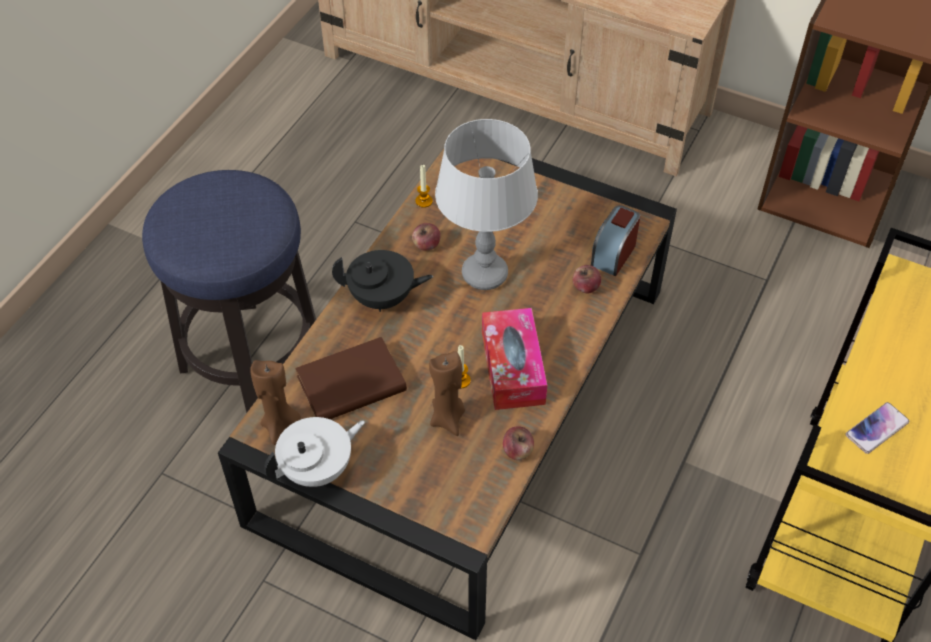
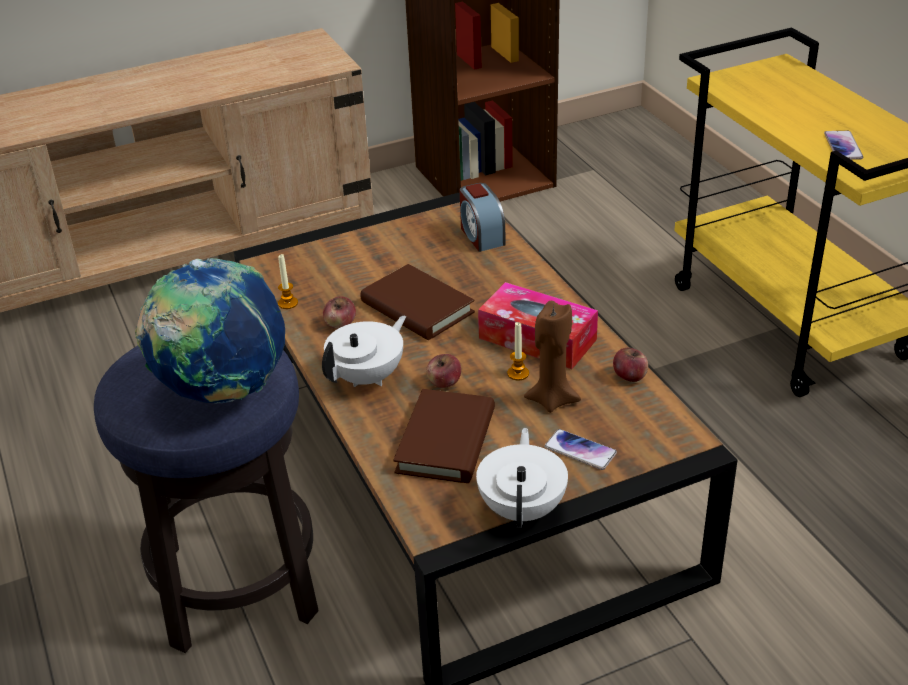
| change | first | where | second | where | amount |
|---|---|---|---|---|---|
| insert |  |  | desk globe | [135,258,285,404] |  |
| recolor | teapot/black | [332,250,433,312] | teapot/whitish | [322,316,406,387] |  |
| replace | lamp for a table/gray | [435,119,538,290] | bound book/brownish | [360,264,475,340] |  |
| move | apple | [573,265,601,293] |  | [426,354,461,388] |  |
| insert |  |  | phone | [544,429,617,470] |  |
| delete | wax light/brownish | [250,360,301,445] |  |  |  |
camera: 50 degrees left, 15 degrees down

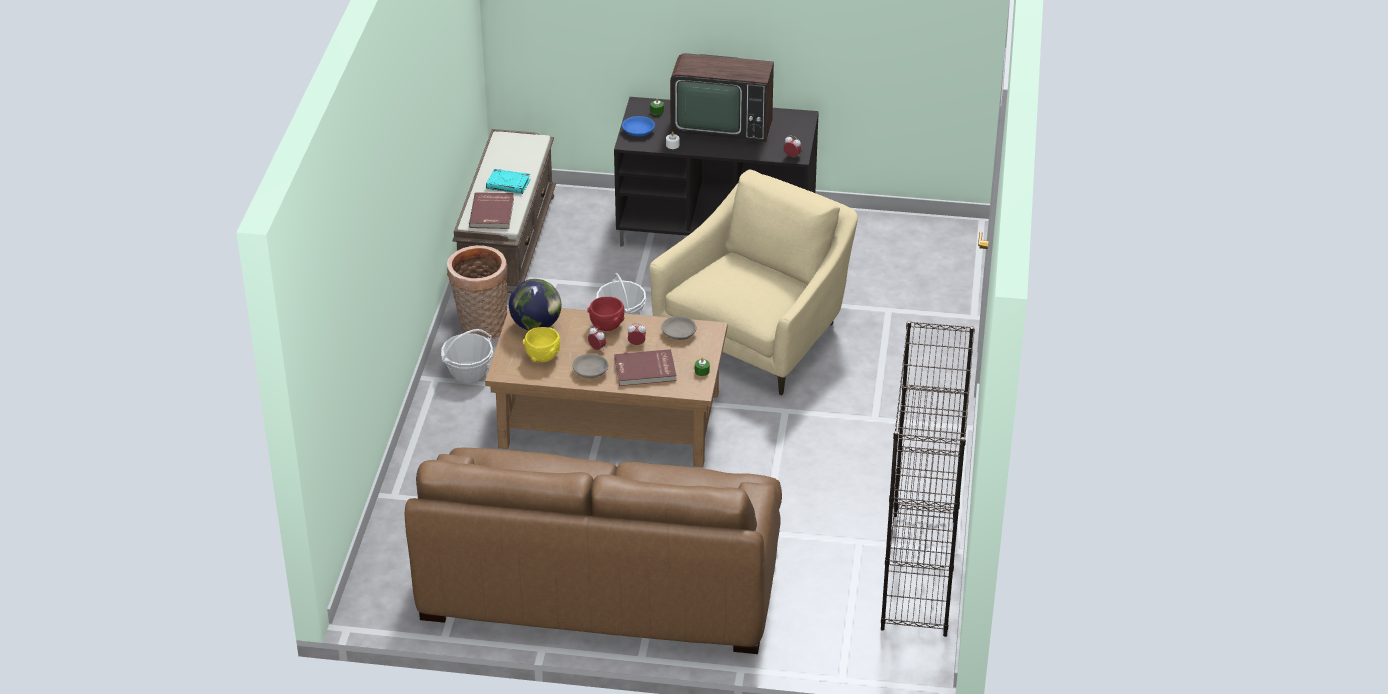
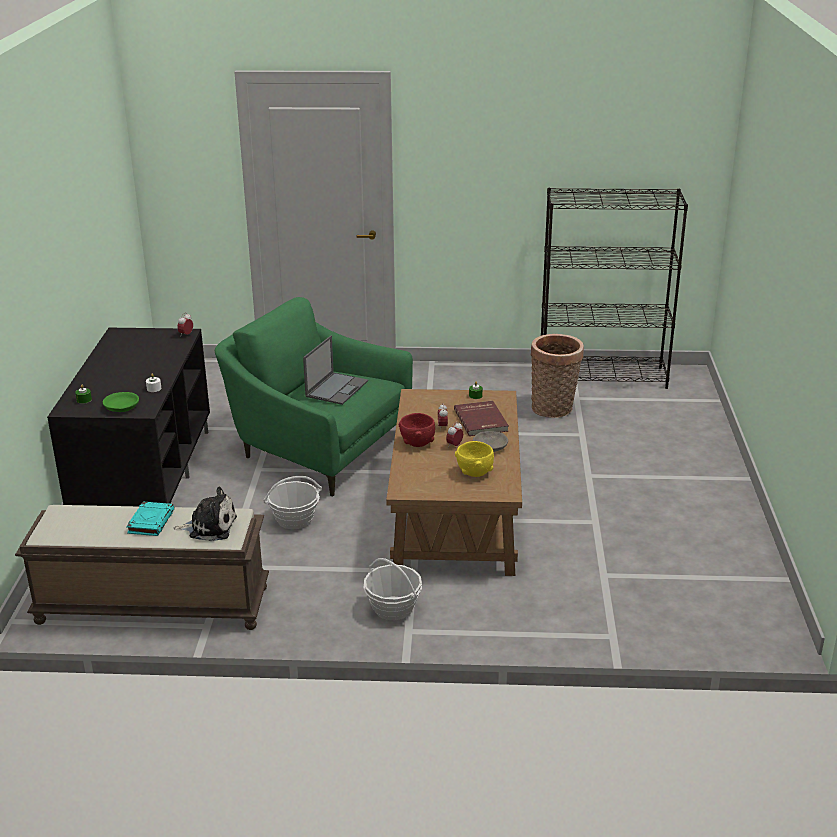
| change | first | where | second | where | amount |
|---|---|---|---|---|---|
| recolor | deep dish/bluish | [622,116,655,136] | deep dish/green | [103,392,139,412] |  |
| replace | bound book/reddish | [469,192,514,229] | cuddly toy | [173,487,237,541] |  |
| recolor | armchair/sand-coloured | [649,169,858,396] | armchair/green | [215,297,413,496] |  |
| insert |  |  | notebook computer | [303,336,368,405] |  |
| move | storage basket | [447,245,508,340] |  | [531,334,584,418] |  |
| delete | couch/brownish | [404,448,782,654] |  |  |  |
| delete | desk globe | [509,279,561,331] |  |  |  |
| delete | deep dish/gray | [661,316,697,340] |  |  |  |
| delete | television | [670,53,774,142] |  |  |  |
camera: 95 degrees left, 10 degrees down

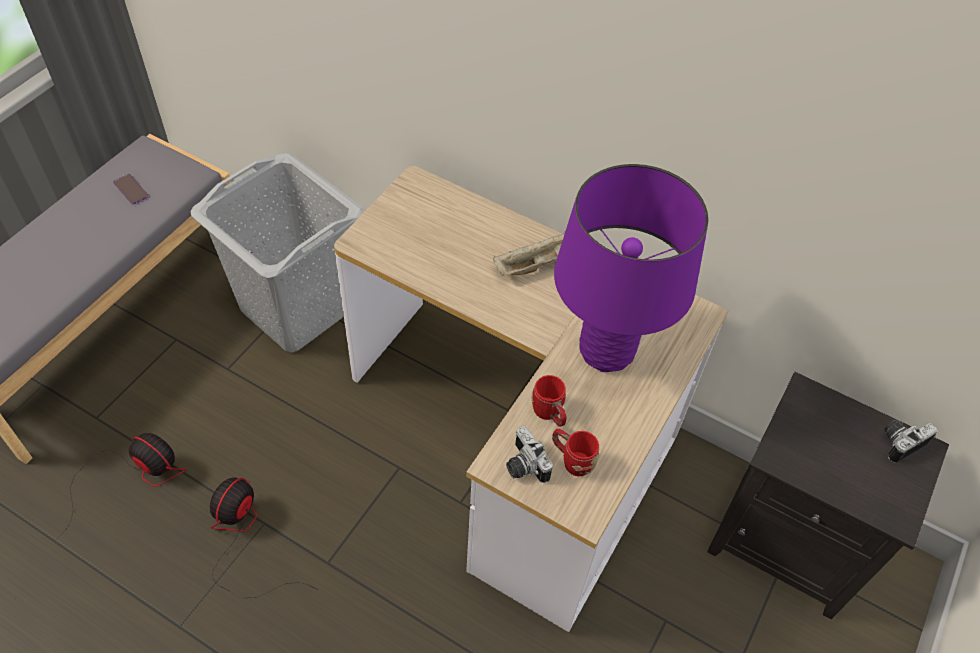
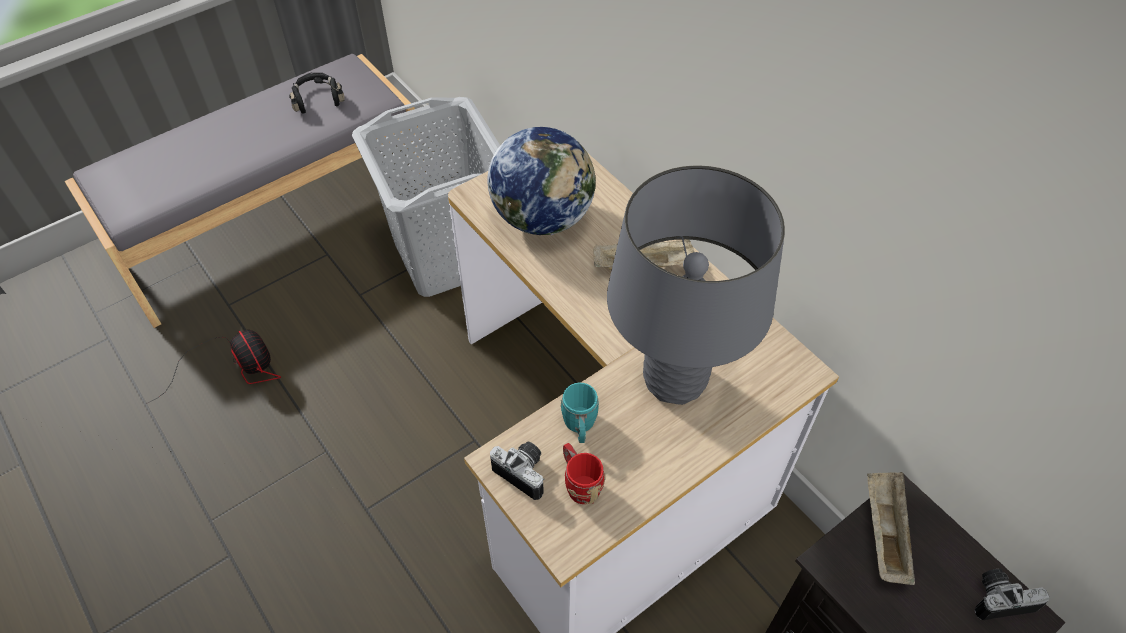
| change | first | where | second | where | amount |
|---|---|---|---|---|---|
| replace | phone | [113,174,149,204] | headset/black | [289,73,345,113] |  |
| insert |  |  | desk globe | [488,127,596,235] |  |
| rotate | photo camera | [506,426,553,483] |  | [490,442,544,500] | 135 degrees clockwise |
| recolor | coffee mug/reddish | [531,375,567,427] | coffee mug/blue-green | [560,382,599,443] |  |
| recolor | lamp for a table/purplish | [554,164,709,372] | lamp for a table/gray | [607,166,785,405] |  |
| insert |  |  | carrying tray/sand-coloured | [867,472,915,585] |  |
| delete | fan | [210,477,318,598] |  |  |  |
camera: 25 degrees right, 0 degrees up

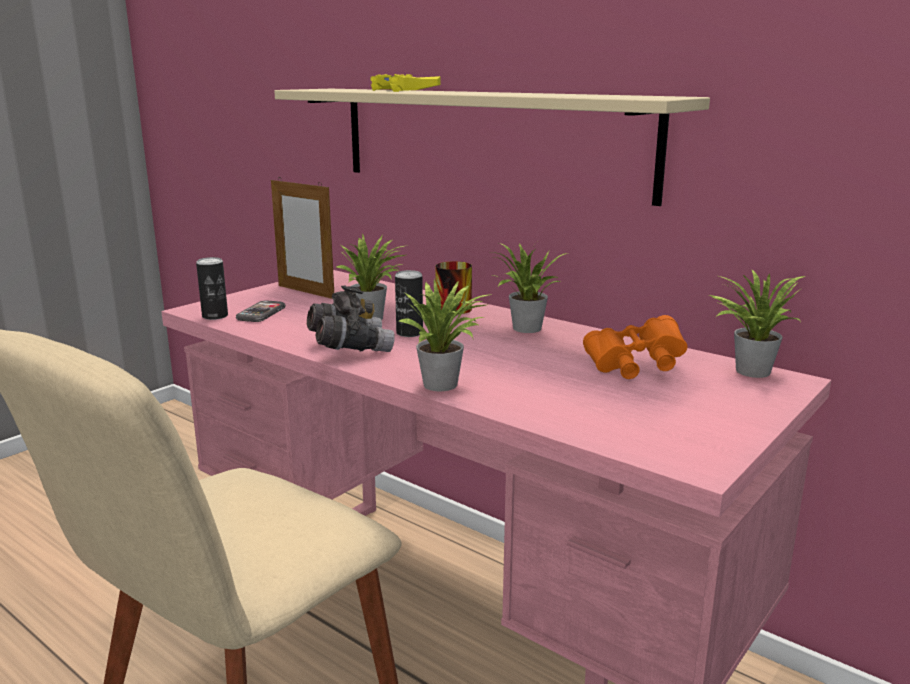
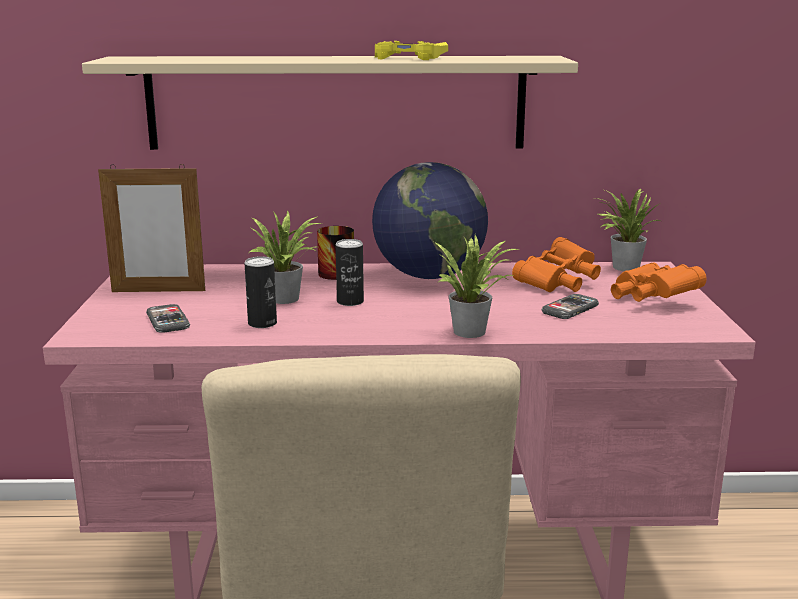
| change | first | where | second | where | amount |
|---|---|---|---|---|---|
| move | sealed can | [196,257,228,320] |  | [245,256,277,328] |  |
| replace | plant in a pot | [491,242,567,333] | desk globe | [372,162,488,279] |  |
| move | gamepad/yellow-coloured | [371,74,440,92] |  | [375,41,448,60] |  |
| insert |  |  | phone | [541,294,599,319] |  |
| insert |  |  | binoculars/orangey | [611,262,707,302] |  |
| delete | binoculars/gray | [307,286,395,352] |  |  |  |
camera: 40 degrees left, 0 degrees up

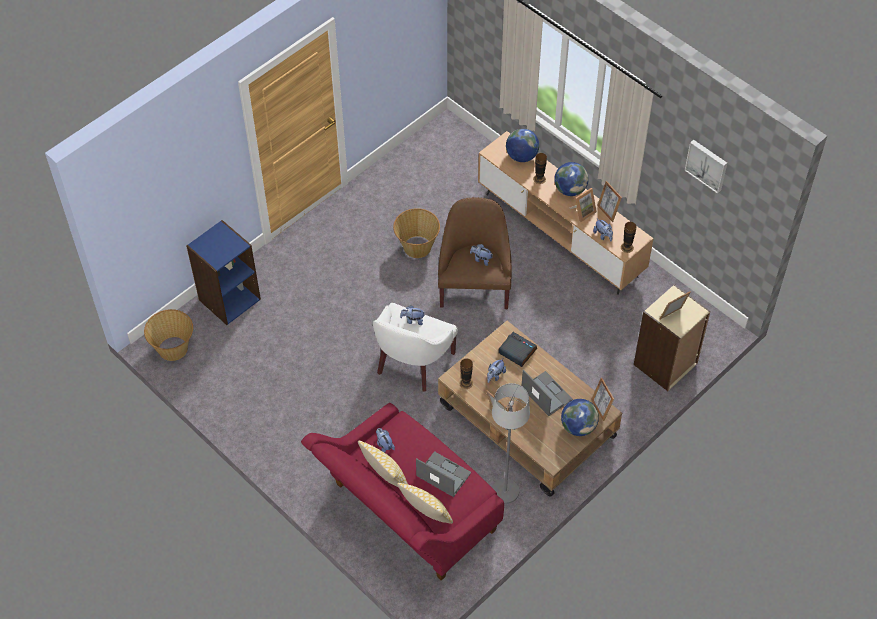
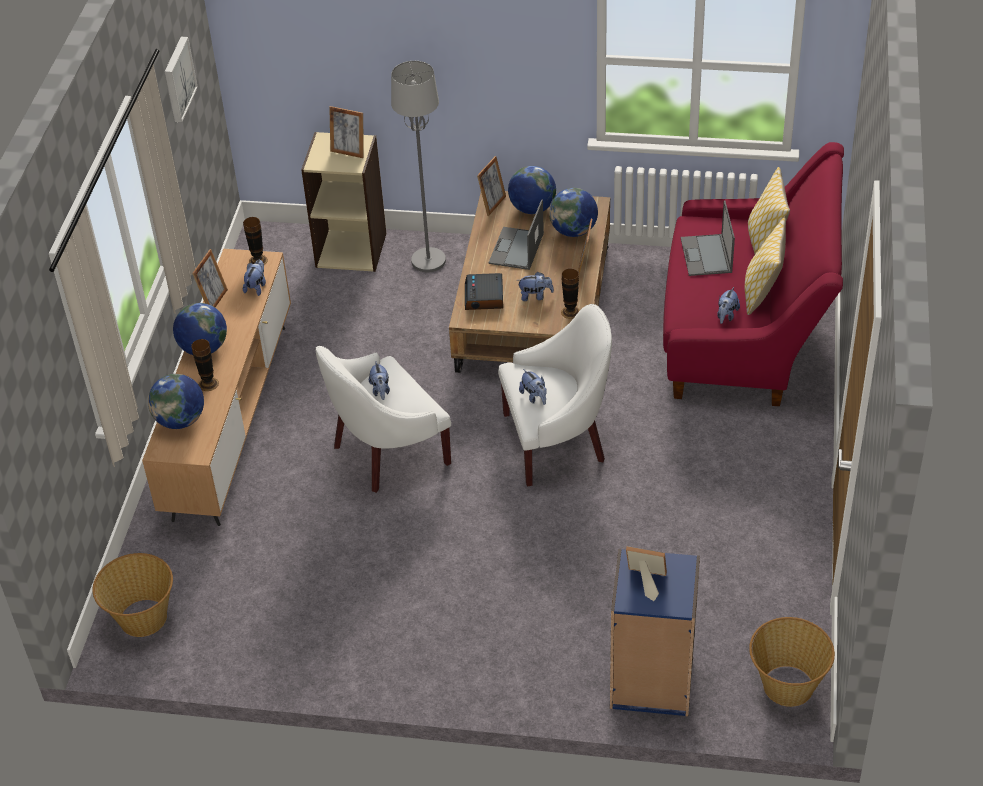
| change | first | where | second | where | amount |
|---|---|---|---|---|---|
| move | storage basket | [393,208,440,258] |  | [93,553,173,637] |  |
| recolor | armchair/brownish | [438,197,512,309] | armchair/whitish | [316,346,451,493] |  |
| move | standard lamp/gray | [492,383,530,504] |  | [391,61,446,272] |  |
| insert |  |  | desk globe | [549,188,598,237] |  |
| move | photo frame | [569,188,597,222] |  | [626,546,667,601] |  |
camera: 125 degrees left, 10 degrees down

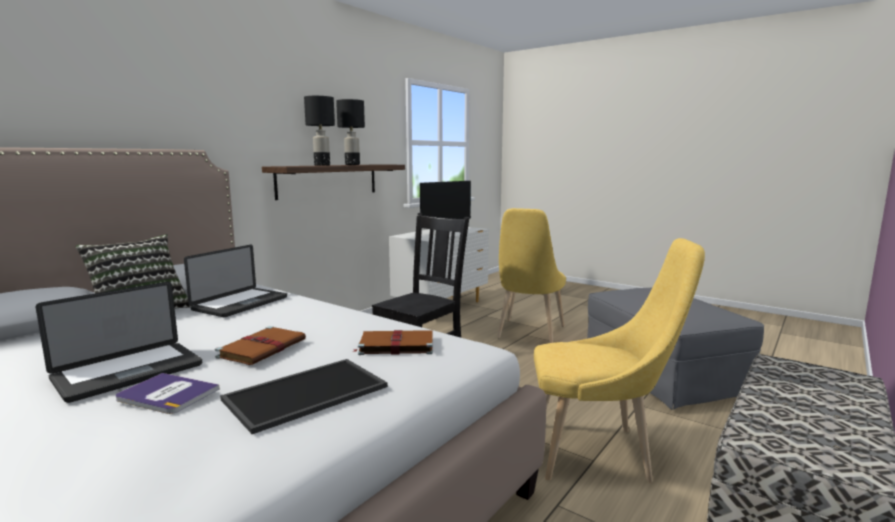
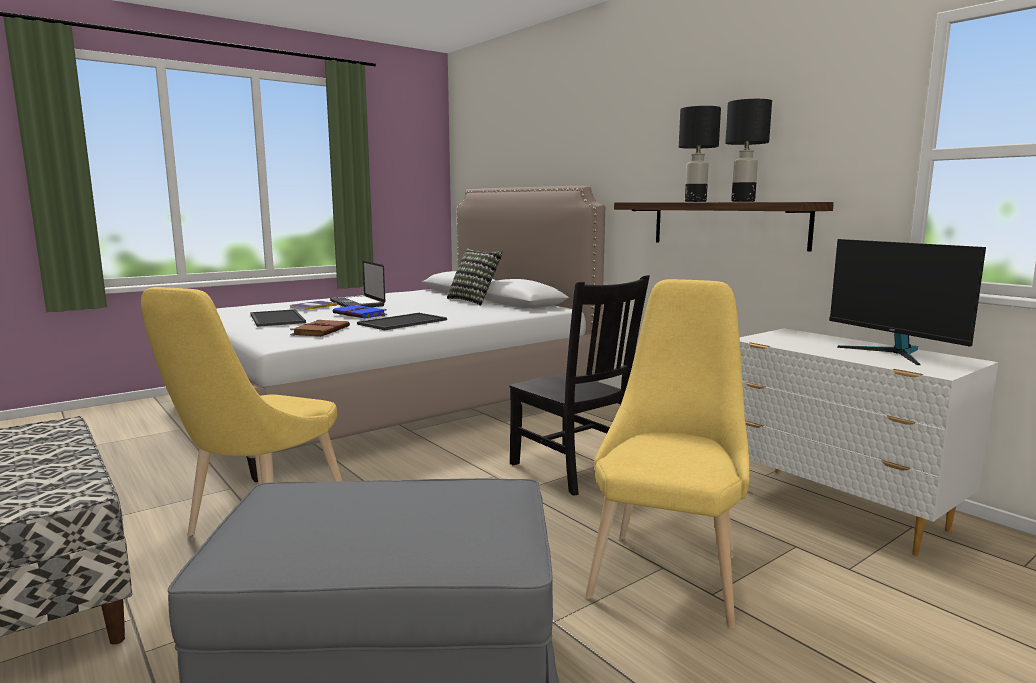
| change | first | where | second | where | amount |
|---|---|---|---|---|---|
| recolor | bound book/brownish | [215,326,306,365] | bound book/bluish | [333,305,387,318] |  |
| insert |  |  | carrying tray | [357,313,447,330] |  |
| rotate | chair/yellow-coloured | [497,208,566,343] |  | [585,279,750,628] | 75 degrees clockwise |
| delete | notebook computer | [184,245,287,317] |  |  |  |
camera: 105 degrees right, 0 degrees up

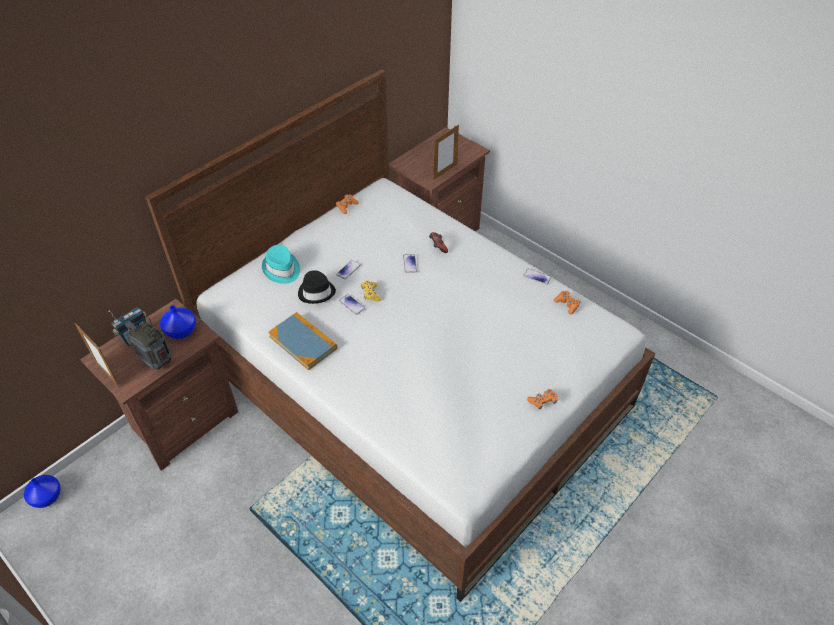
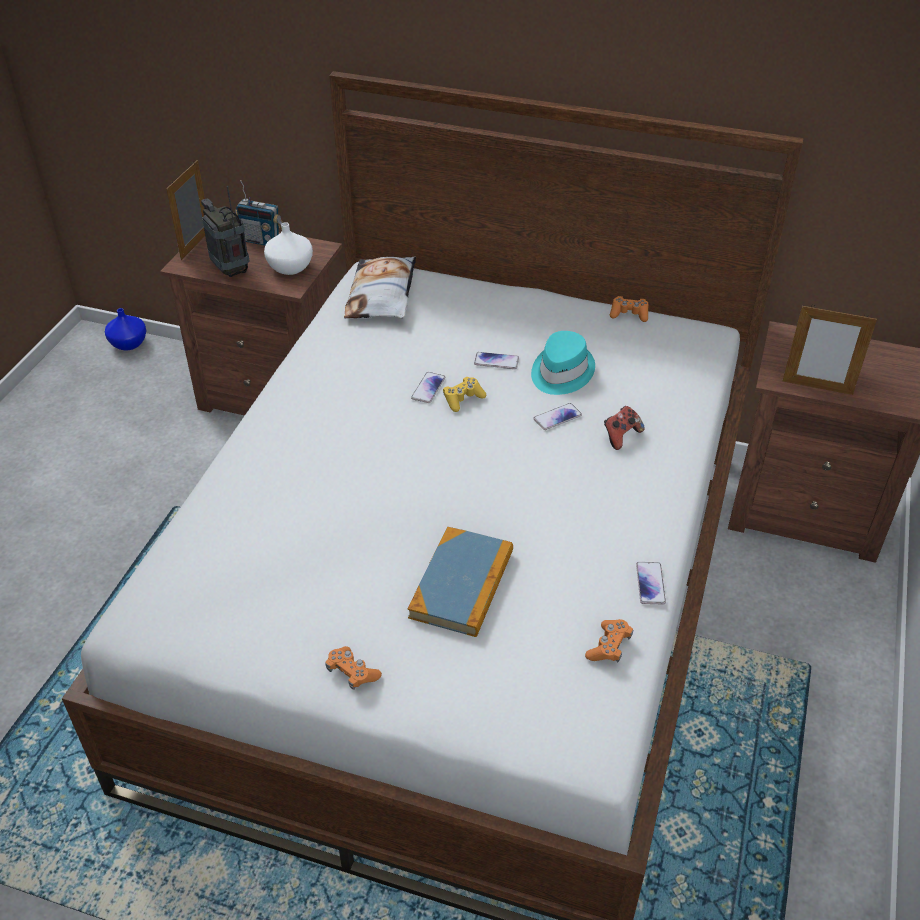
| change | first | where | second | where | amount |
|---|---|---|---|---|---|
| rotate | radio set | [125,318,172,369] |  | [201,186,250,277] | 45 degrees counterclockwise |
| recolor | decorative vase/bluish | [160,305,196,339] | decorative vase/whitish | [264,222,313,275] |  |
| insert |  |  | pillow | [344,256,416,318] |  |
| move | bound book | [268,312,337,370] |  | [408,527,513,637] |  |
| move | clothing hat/blue-green | [262,245,300,284] |  | [531,331,595,395] |  |
| delete | clothing hat/black | [298,270,336,304] |  |  |  |
camera: 65 degrees right, 5 degrees down

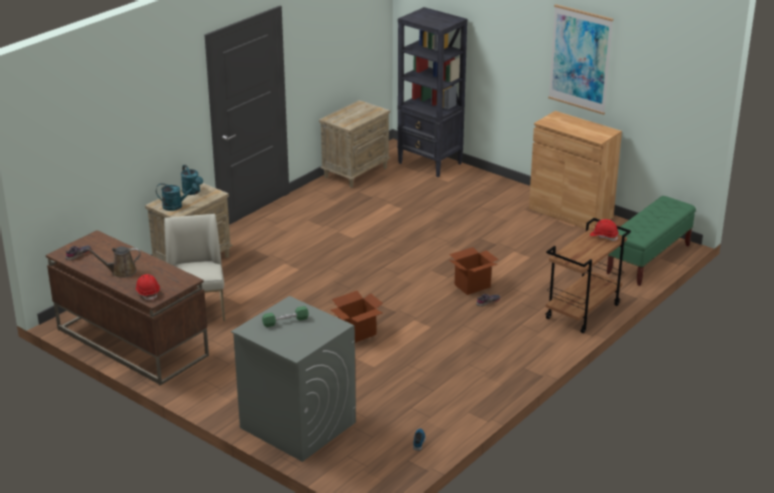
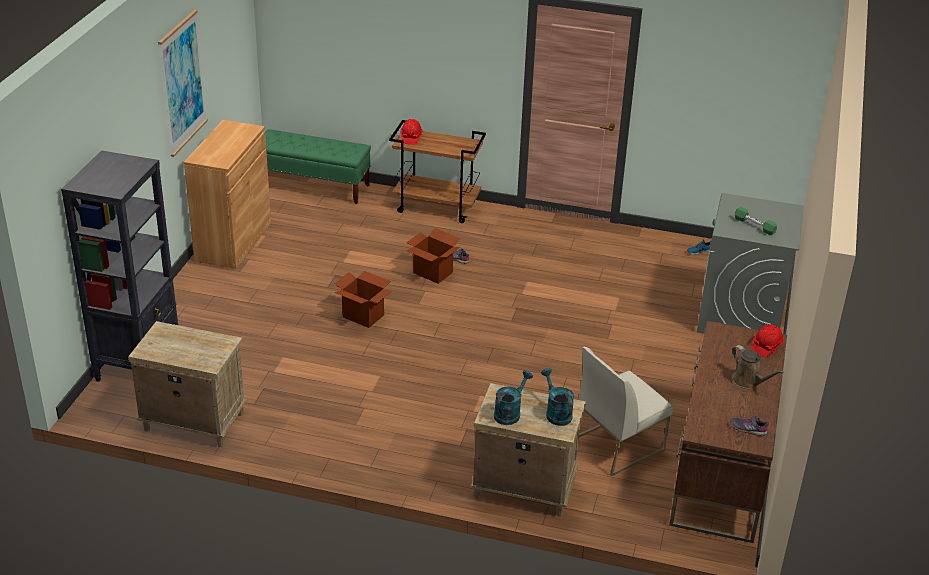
| change | first | where | second | where | amount |
|---|---|---|---|---|---|
| move | cardboard box | [331,291,383,343] |  | [334,271,392,328] |  |
camera: 115 degrees left, 5 degrees up

